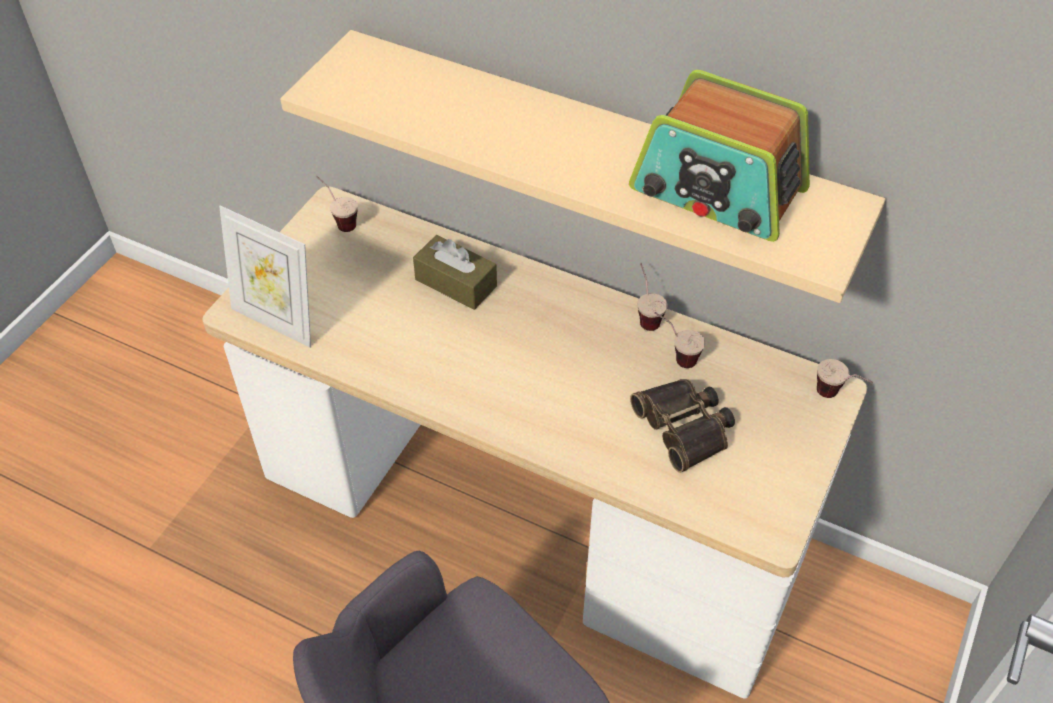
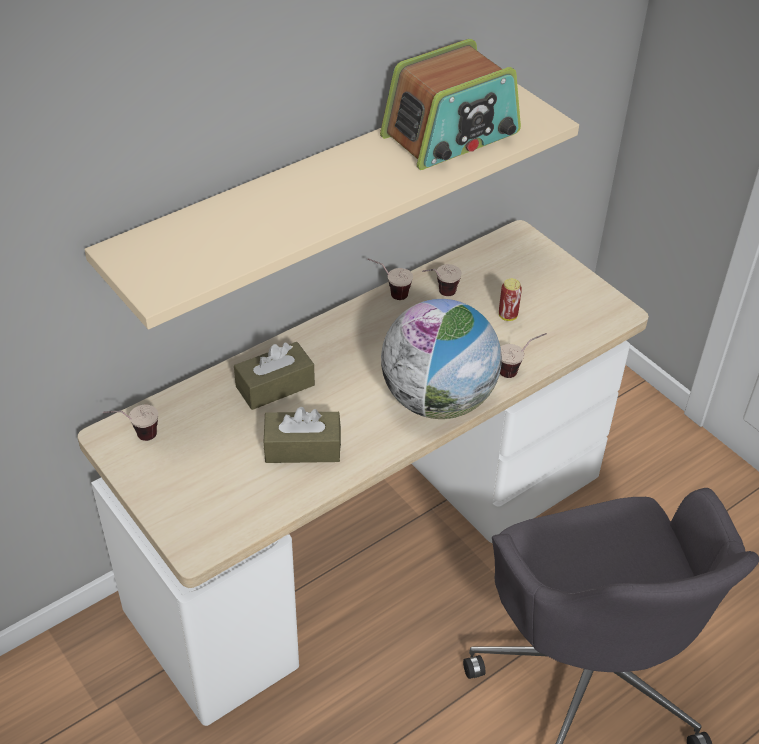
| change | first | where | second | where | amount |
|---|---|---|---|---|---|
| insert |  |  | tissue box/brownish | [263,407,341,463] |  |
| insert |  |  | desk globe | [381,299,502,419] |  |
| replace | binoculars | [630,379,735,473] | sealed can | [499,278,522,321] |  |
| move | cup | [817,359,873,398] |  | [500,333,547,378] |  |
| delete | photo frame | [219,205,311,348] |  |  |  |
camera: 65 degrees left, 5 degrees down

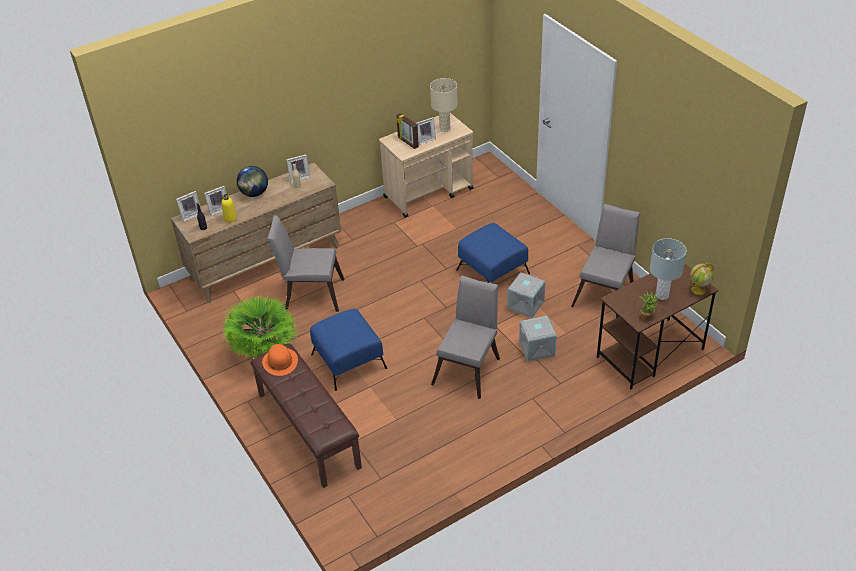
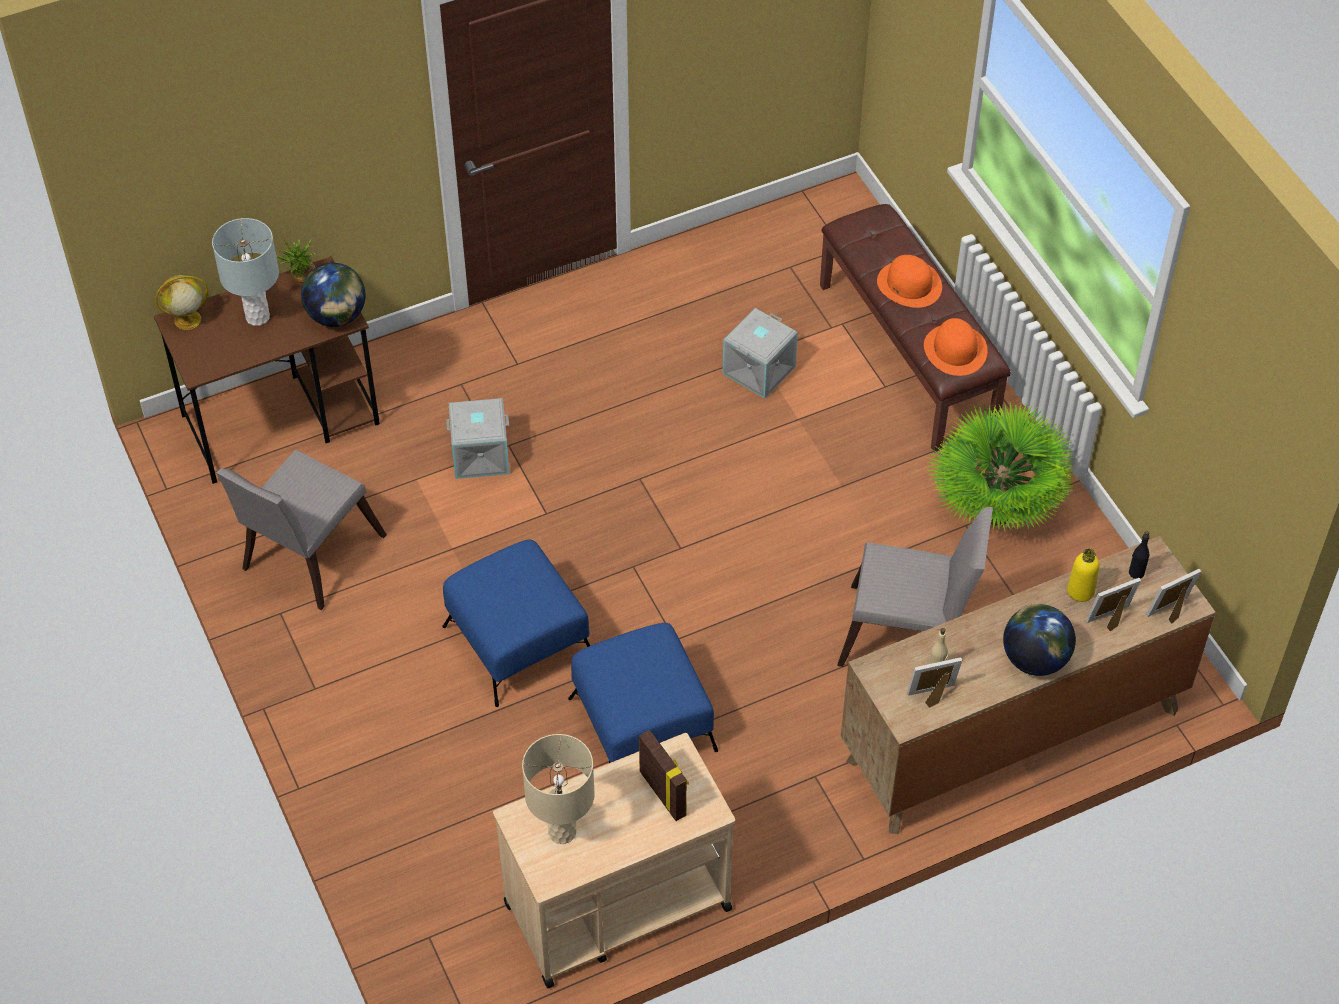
| change | first | where | second | where | amount |
|---|---|---|---|---|---|
| insert |  |  | desk globe | [301,263,366,327] |  |
| move | footrest/bluish | [310,309,387,391] |  | [568,623,718,763] |  |
| move | storage box/gray | [507,272,545,318] |  | [722,308,798,399] |  |
| insert |  |  | clothing hat/orangey | [877,255,942,308] |  |
| delete | photo frame | [416,117,436,145] |  |  |  |
| delete | chair/gray | [431,275,500,399] |  |  |  |
camera: 175 degrees left, 10 degrees up

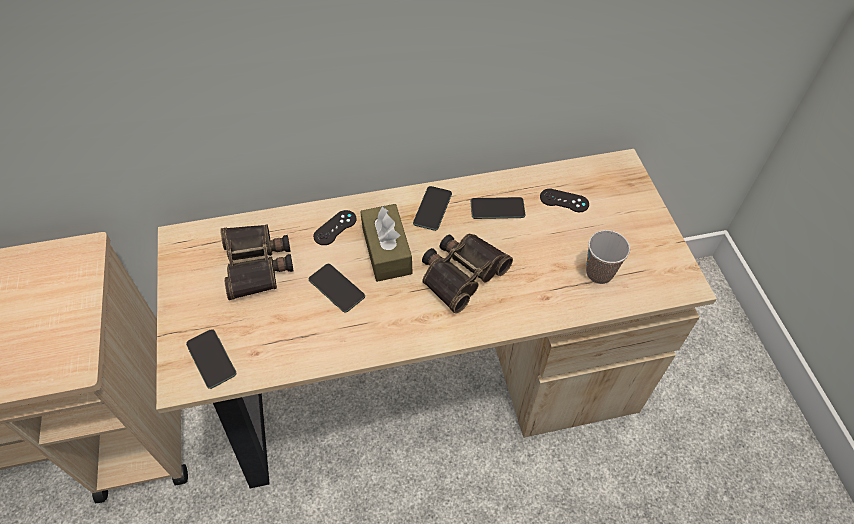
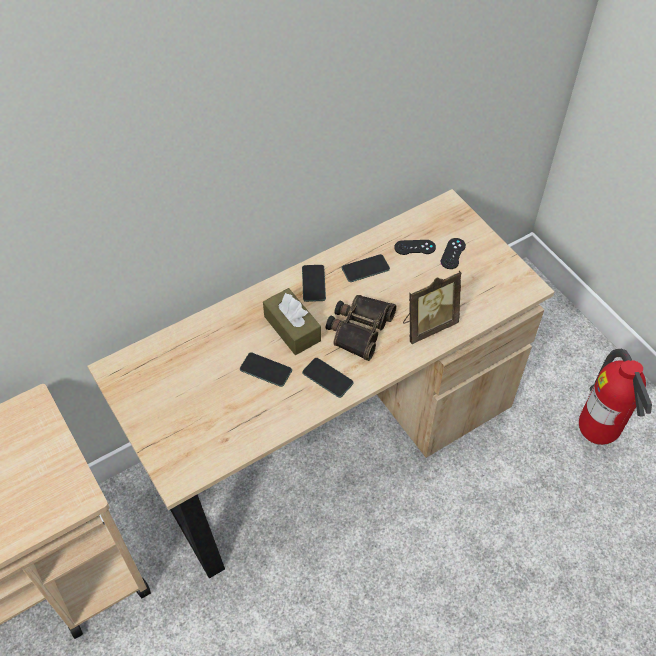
| change | first | where | second | where | amount |
|---|---|---|---|---|---|
| move | phone | [186,329,236,389] |  | [302,358,354,398] |  |
| insert |  |  | photo frame | [403,271,461,344] |  |
| move | gamepad/black | [313,210,357,245] |  | [441,238,466,269] |  |
| insert |  |  | fire extinguisher | [579,349,652,445] |  |
| delete | binoculars | [220,224,293,300] |  |  |  |
| delete | cup | [586,230,630,284] |  |  |  |
camera: 20 degrees left, 0 degrees up

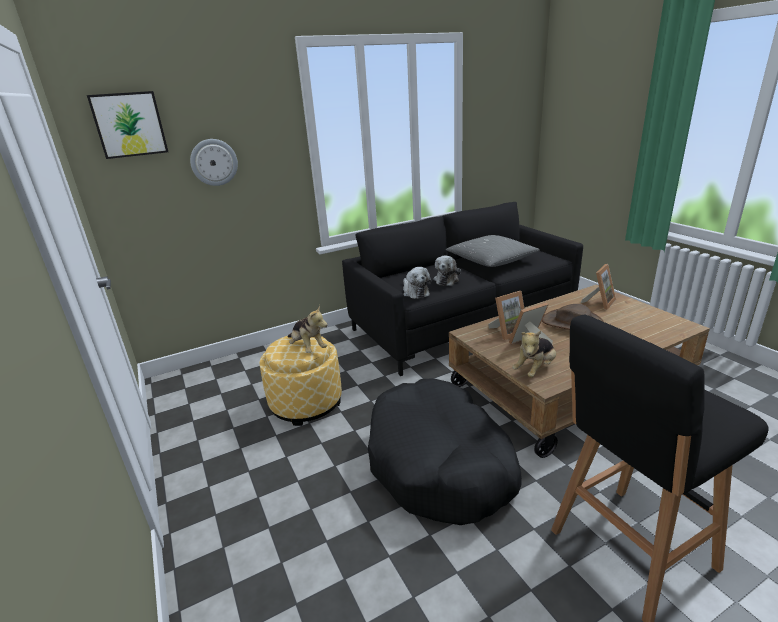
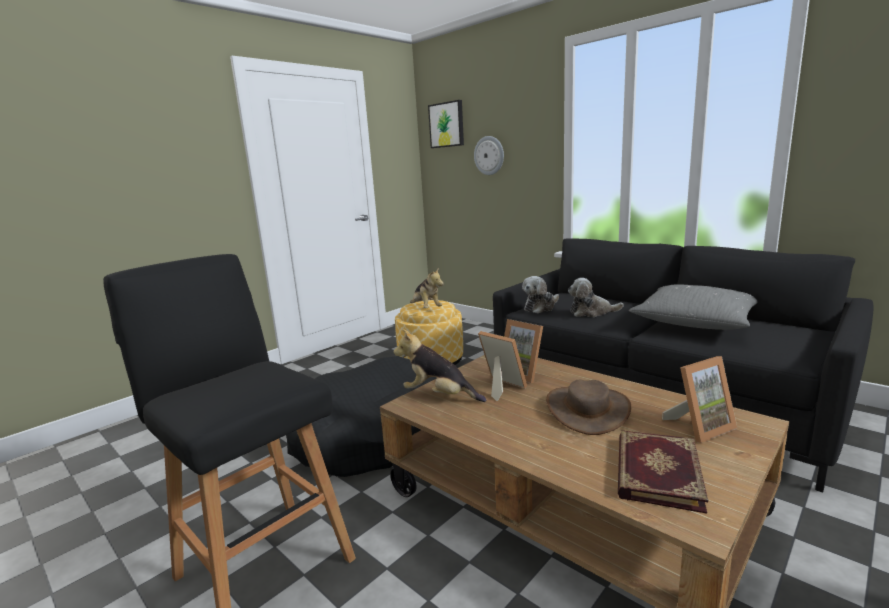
| change | first | where | second | where | amount |
|---|---|---|---|---|---|
| rotate | cuddly toy | [288,305,328,353] |  | [410,267,444,308] | 60 degrees counterclockwise |
| insert |  |  | bound book | [618,430,708,514] |  |
| rotate | photo frame | [581,264,616,310] |  | [662,356,737,443] | 45 degrees counterclockwise |
camera: 70 degrees right, 10 degrees down

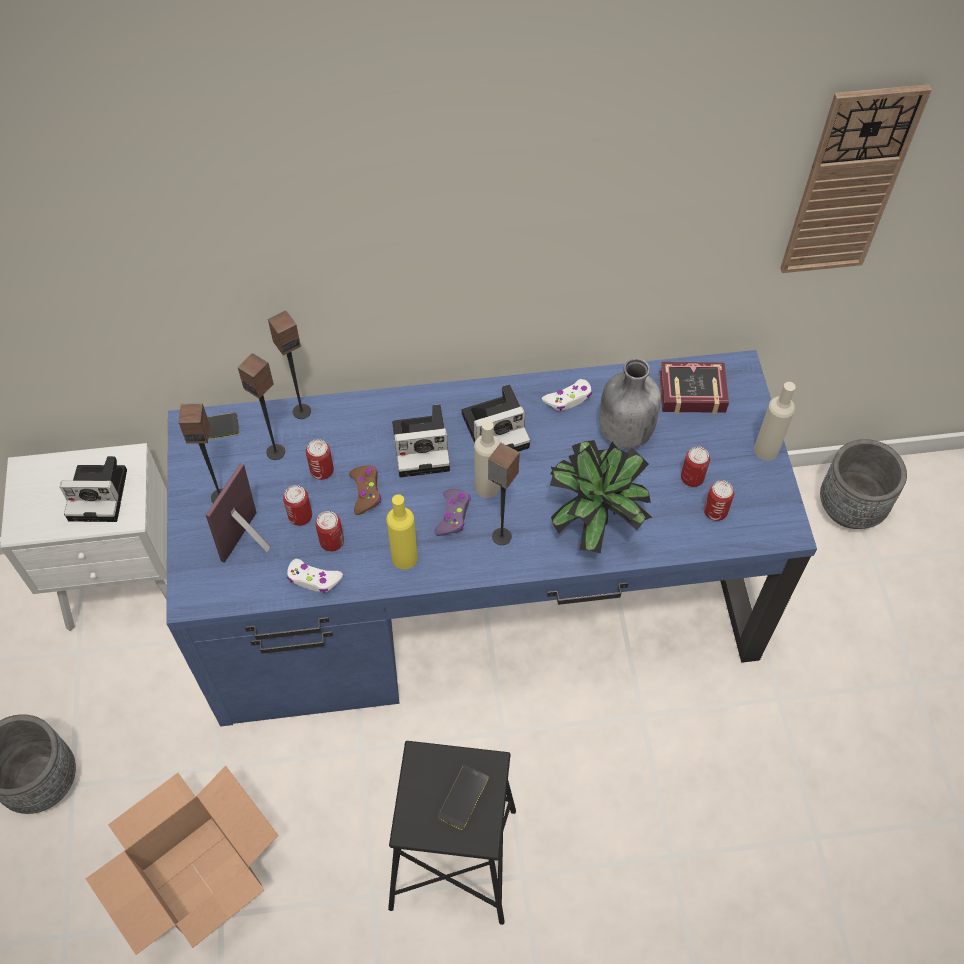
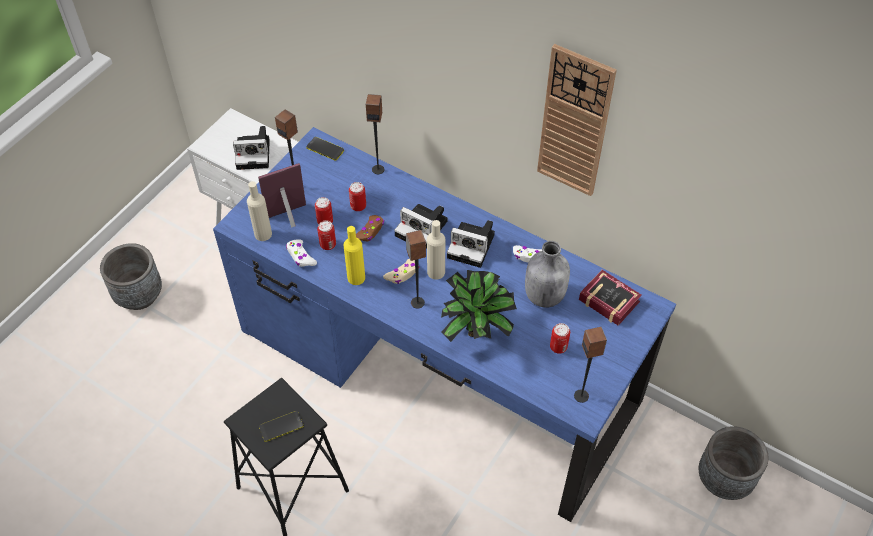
| change | first | where | second | where | amount |
|---|---|---|---|---|---|
| rotate | photo camera | [60,456,127,522] |  | [233,126,270,170] | 45 degrees counterclockwise |
| move | drink bottle/sand-coloured | [754,382,796,461] |  | [247,181,272,241] |  |
| recolor | gamepad/purplish | [434,489,470,536] | gamepad/sand-coloured | [383,259,419,284] |  |
| move | clock on the wall | [780,84,932,273] |  | [537,44,617,196] |  |
| move | speaker | [238,353,285,460] |  | [574,327,607,403] |  |
| delete | cardboard box | [86,766,279,955] |  |  |  |
| delete | sealed can | [704,480,734,521] |  |  |  |
camera: 40 degrees right, 5 degrees down

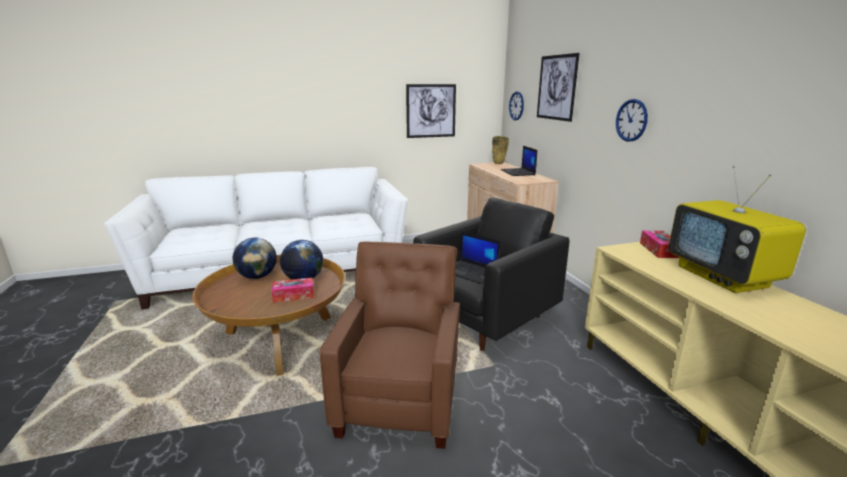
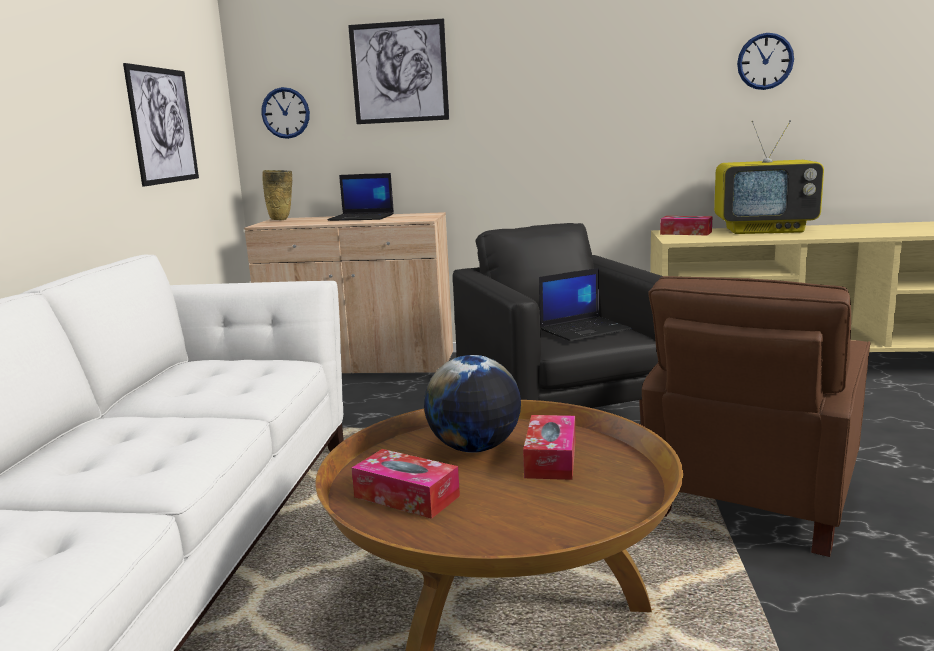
| change | first | where | second | where | amount |
|---|---|---|---|---|---|
| replace | desk globe | [233,238,277,279] | tissue box | [352,449,460,519] |  |
| rotate | armchair/brownish | [320,242,460,449] |  | [642,276,871,557] | 90 degrees counterclockwise |
| move | clock on the wall | [616,99,648,142] |  | [737,33,794,90] |  |
camera: 65 degrees left, 5 degrees down

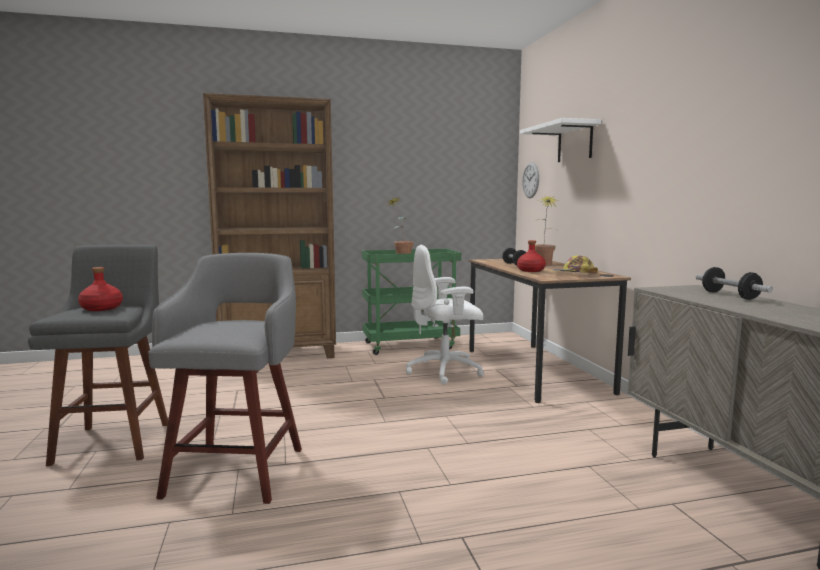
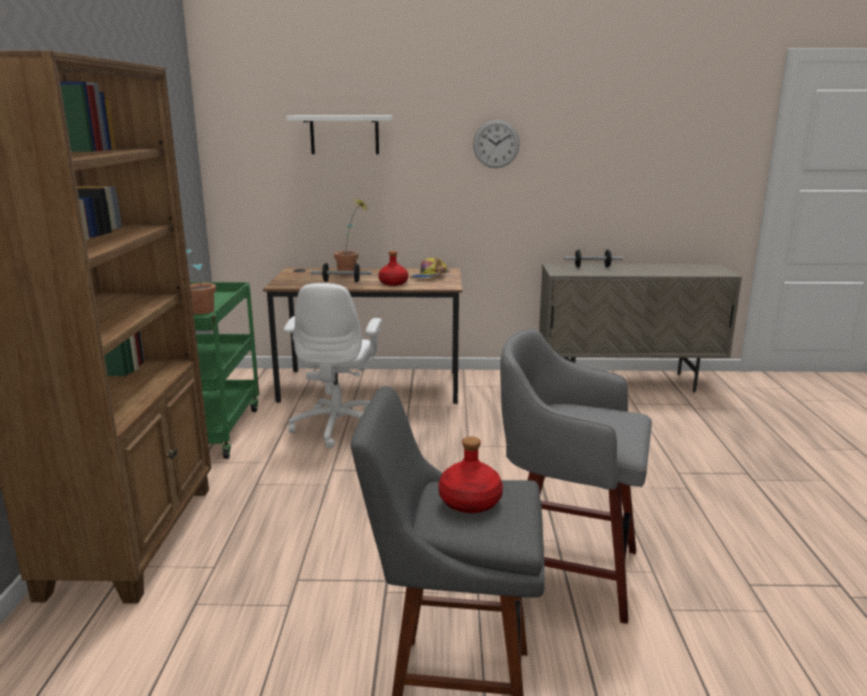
| change | first | where | second | where | amount |
|---|---|---|---|---|---|
| move | clock on the wall | [522,162,539,198] |  | [473,120,520,168] |  |
camera: 75 degrees left, 10 degrees up

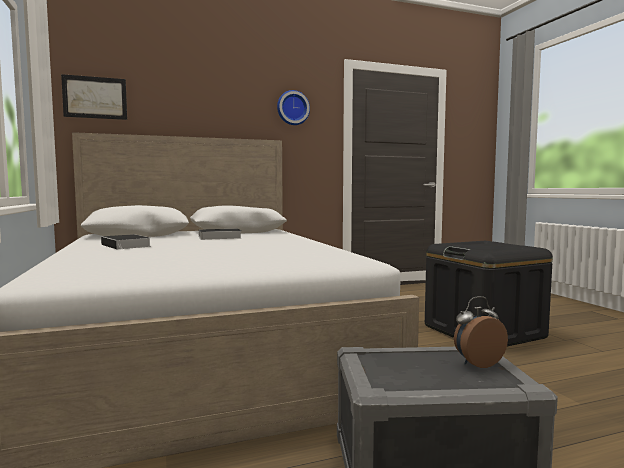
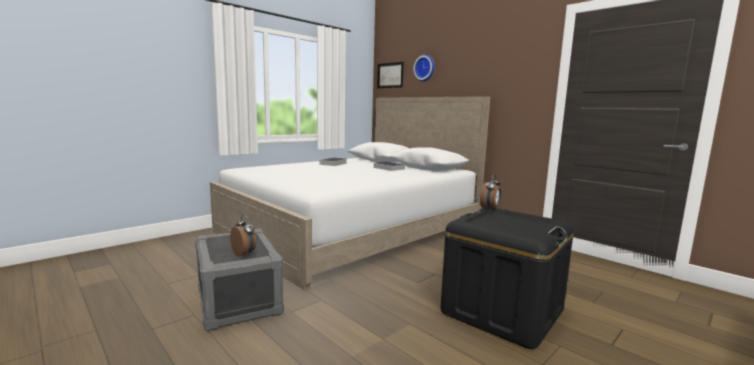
| change | first | where | second | where | amount |
|---|---|---|---|---|---|
| move | clock on the wall | [277,90,310,125] |  | [413,54,435,81] |  |
| insert |  |  | alarm clock | [480,174,501,210] |  |
camera: 65 degrees right, 5 degrees up

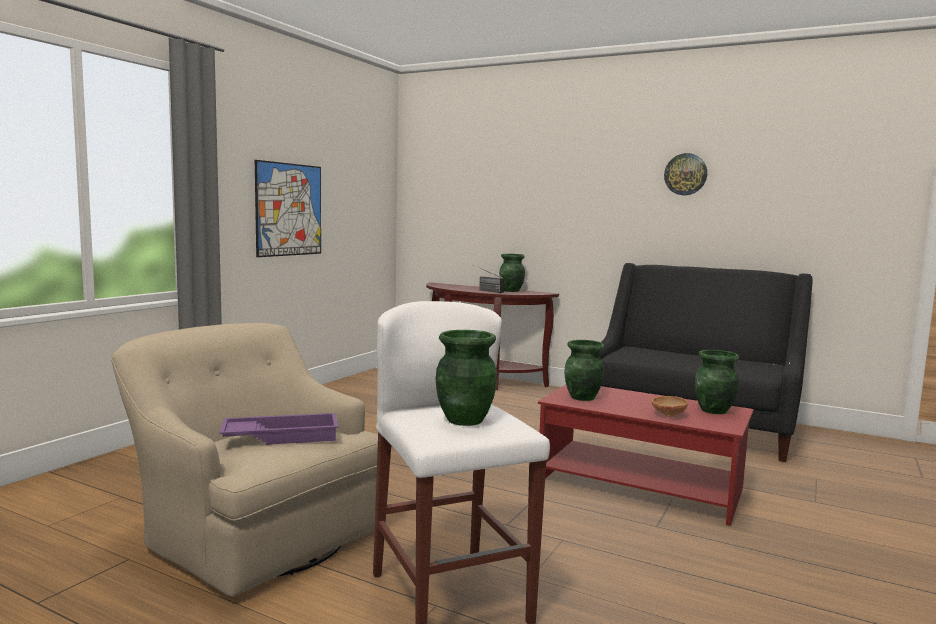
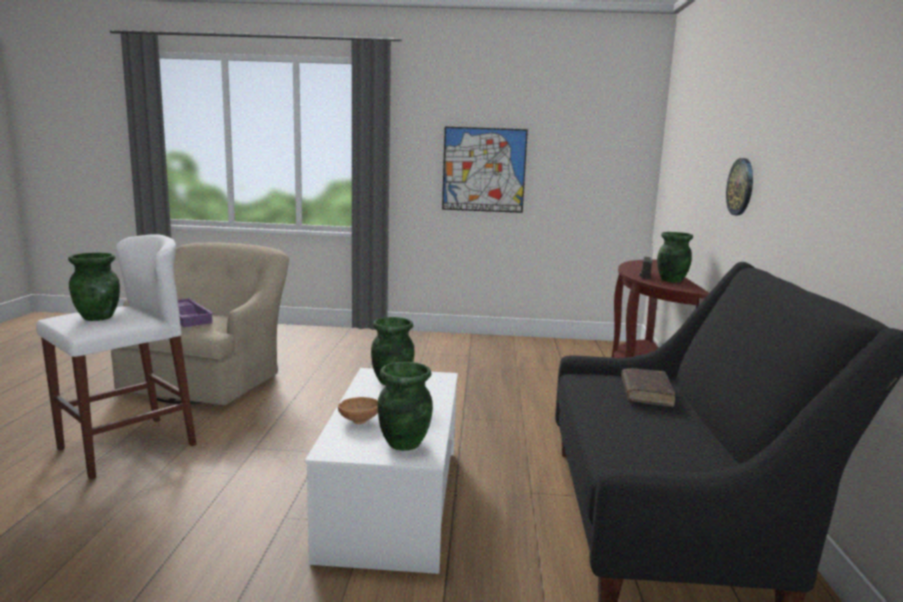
| change | first | where | second | where | amount |
|---|---|---|---|---|---|
| recolor | low table/reddish | [538,385,754,526] | low table/whitish | [305,368,458,574] |  |
| insert |  |  | bound book/brownish | [621,368,675,407] |  |
| move | clock on the wall | [664,153,707,195] |  | [726,158,753,215] |  |
camera: 65 degrees right, 5 degrees up

